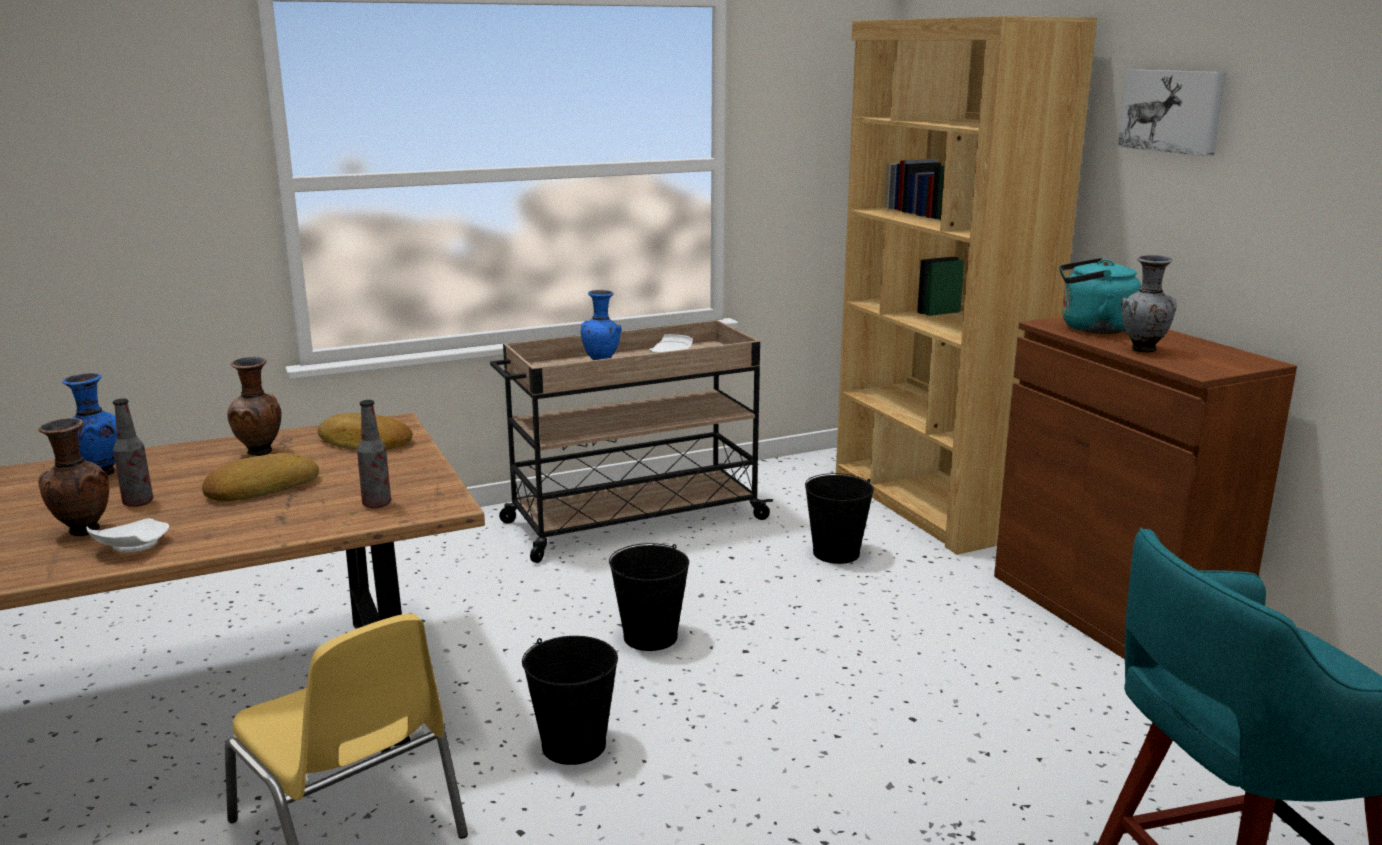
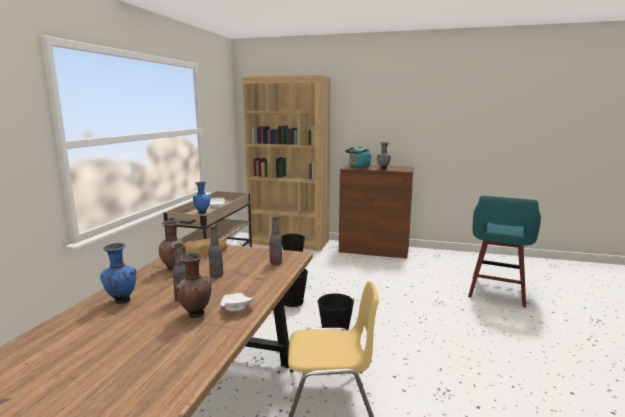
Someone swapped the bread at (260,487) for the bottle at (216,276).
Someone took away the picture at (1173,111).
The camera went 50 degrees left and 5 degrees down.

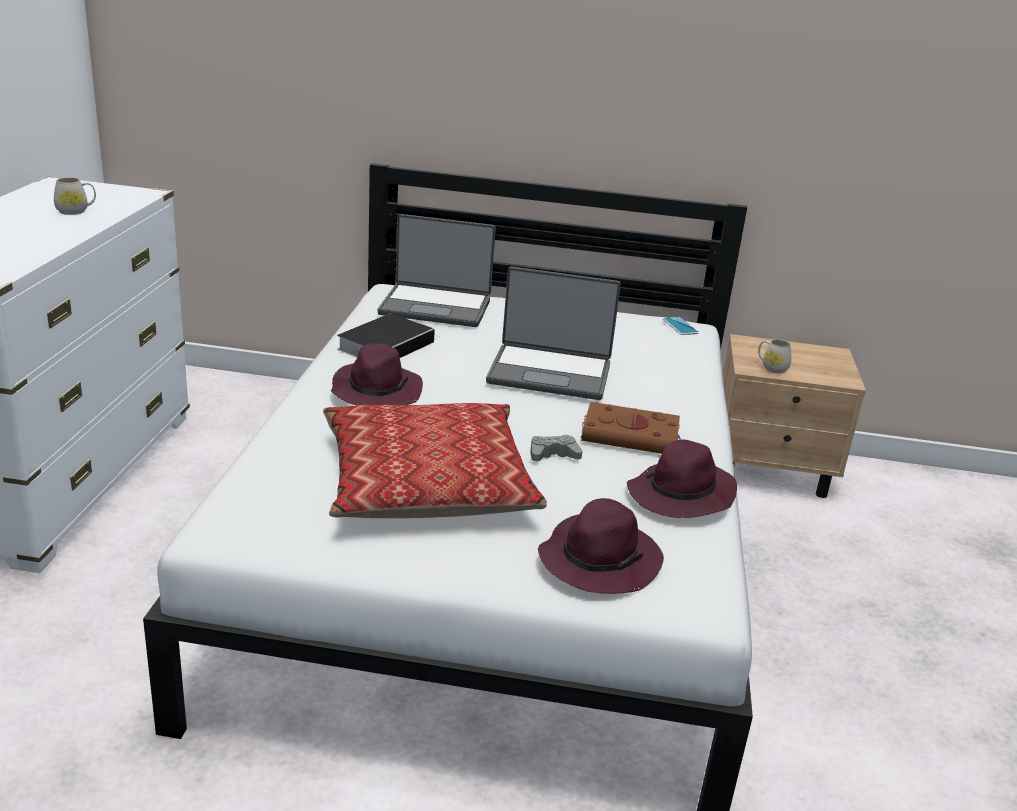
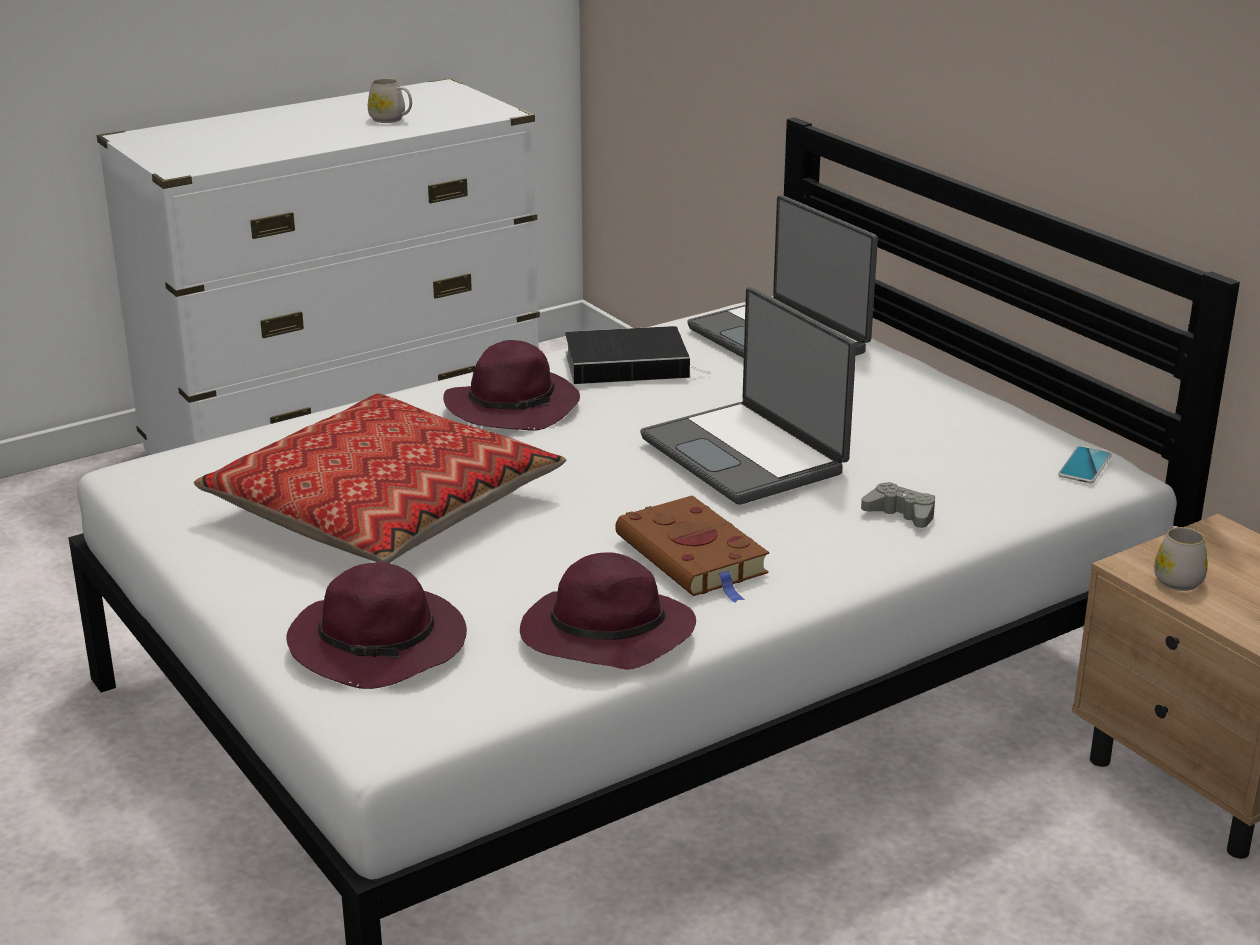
Someone carried the greyish game controller from (553,455) to (901,514).
The camera went 50 degrees right and 0 degrees up.

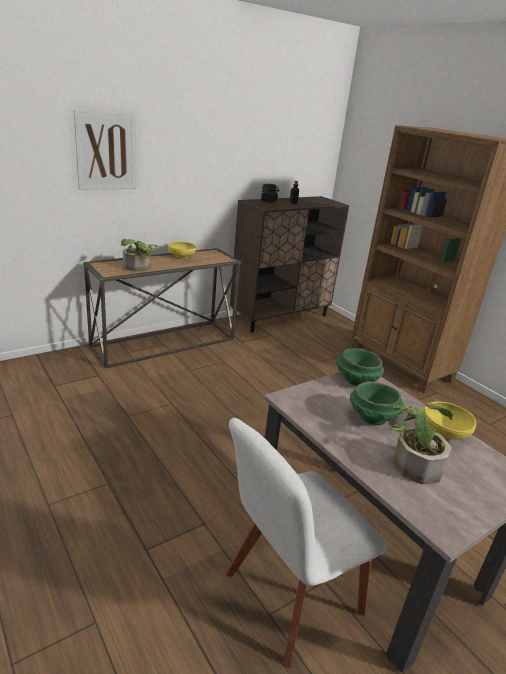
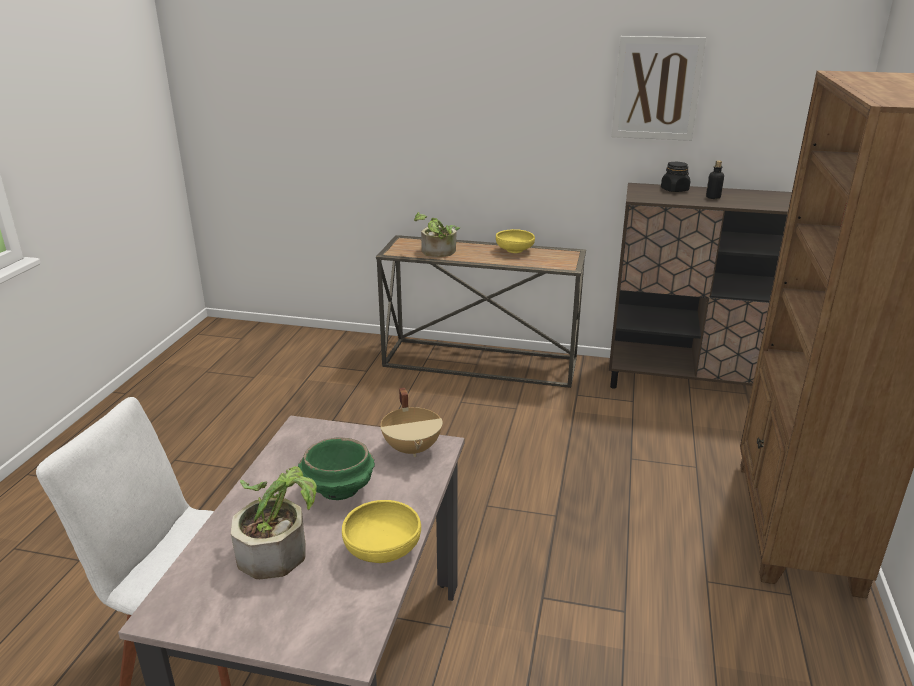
Someone swapped the green-coloured bowl at (356,380) for the sand-coloured saucepot at (413,448).
Someone carried the picture from (106,151) to (656,88).
The camera went 50 degrees right and 0 degrees up.

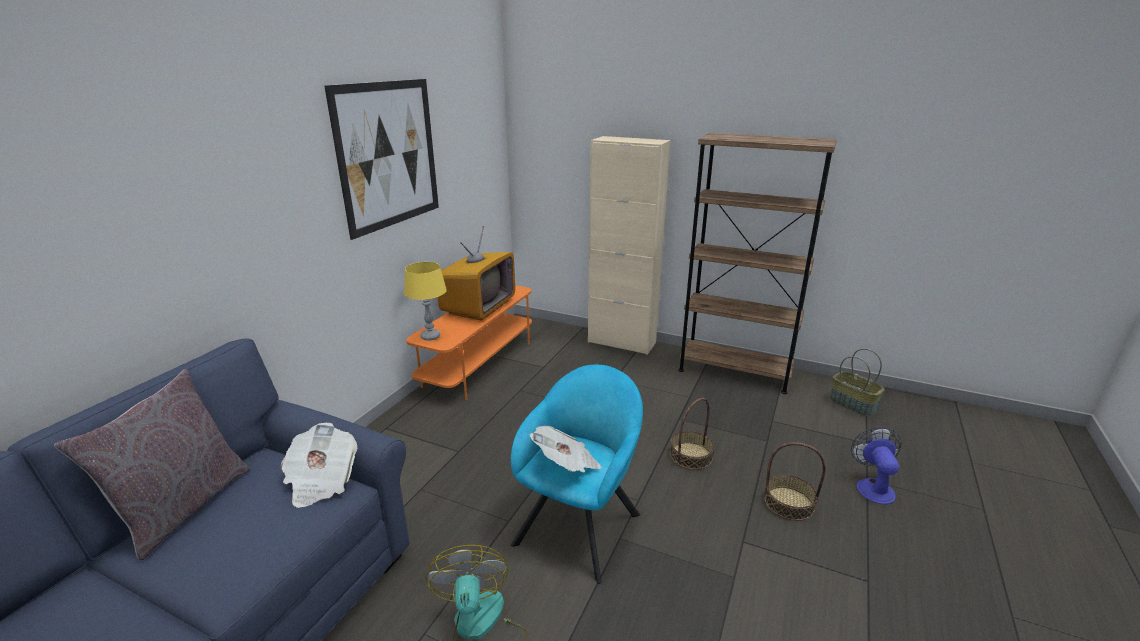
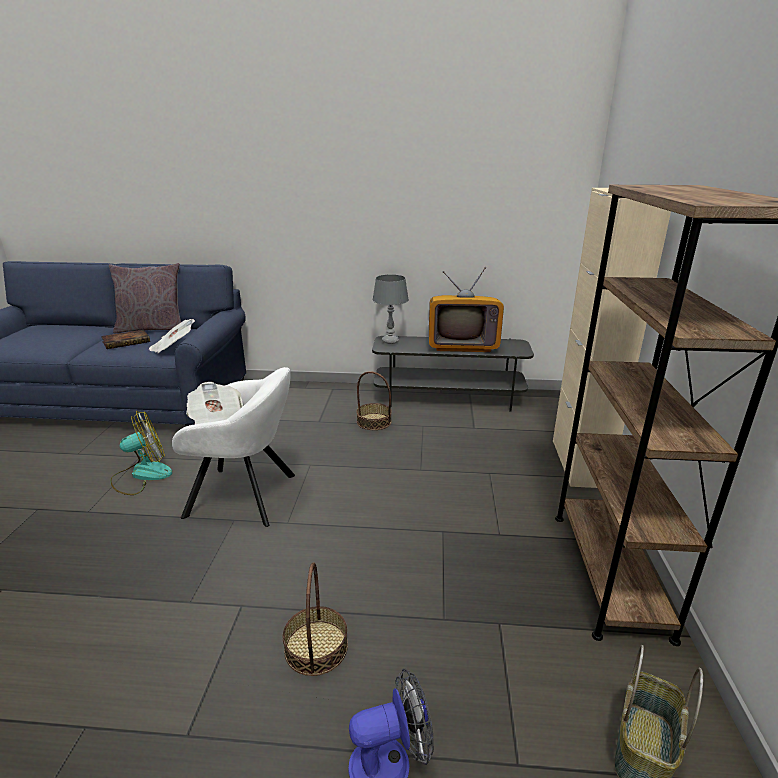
Someone put down the bound book at (127,342).
Someone repainted the turquoise armchair at (581,524), which became the whitish armchair at (247,496).
Someone carried the basket from (691,455) to (374,421).
Someone repainted the yellowish table lamp at (430,337), which became the greyish table lamp at (390,341).
Someone repainted the orange-coloured media console at (479,364), which became the greyish media console at (449,397).
Someone took away the picture at (389,155).
The camera went 70 degrees right and 0 degrees up.

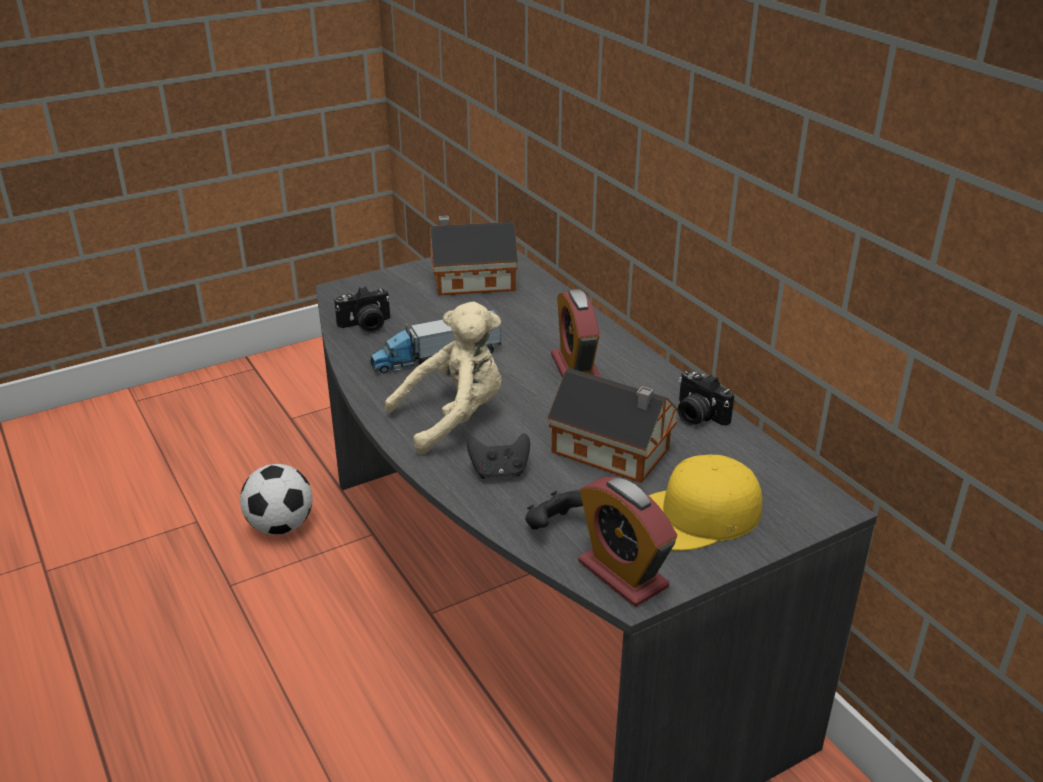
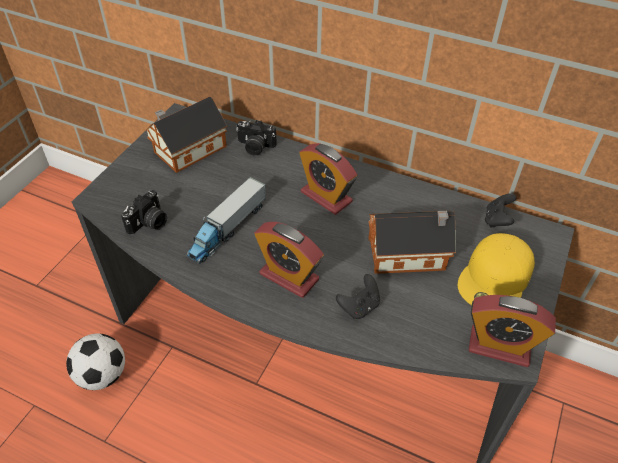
Someone carried the still camera from (697,415) to (255,147).
Someone swapped the sand-coloured soft toy at (454,418) for the table clock at (289,276).
Someone carried the black-coloured game controller from (553,526) to (497,220).
The camera went 35 degrees left and 15 degrees up.

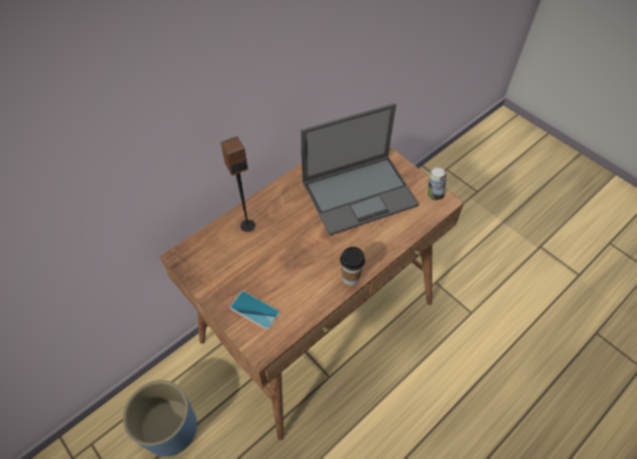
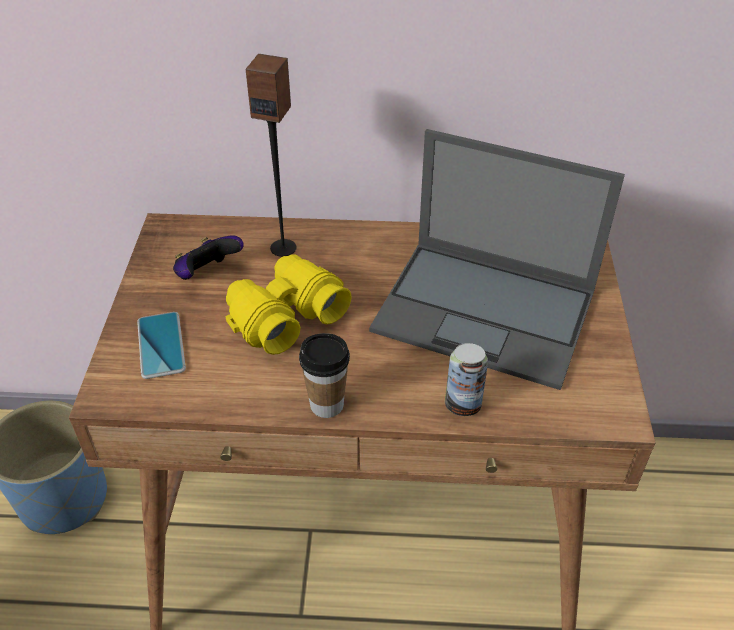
Someone put down the game controller at (207,275).
Someone put down the yellowish field glasses at (285,315).
Someone carried the can from (434,194) to (463,404).
The camera went 45 degrees right and 10 degrees down.

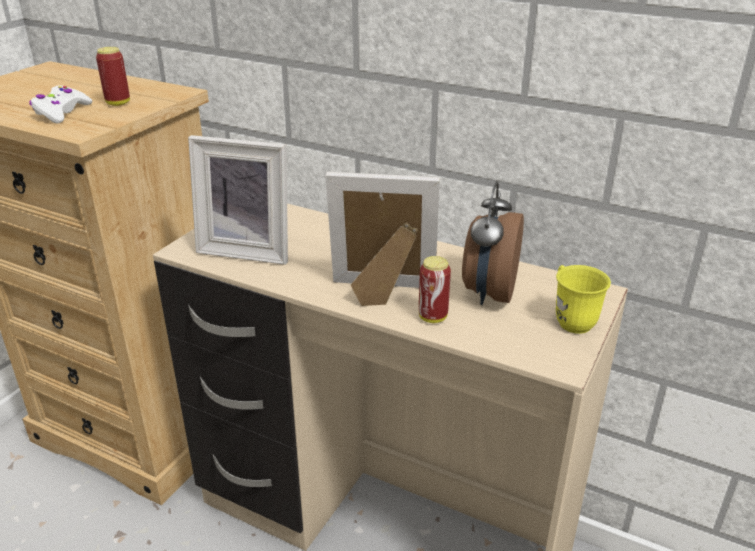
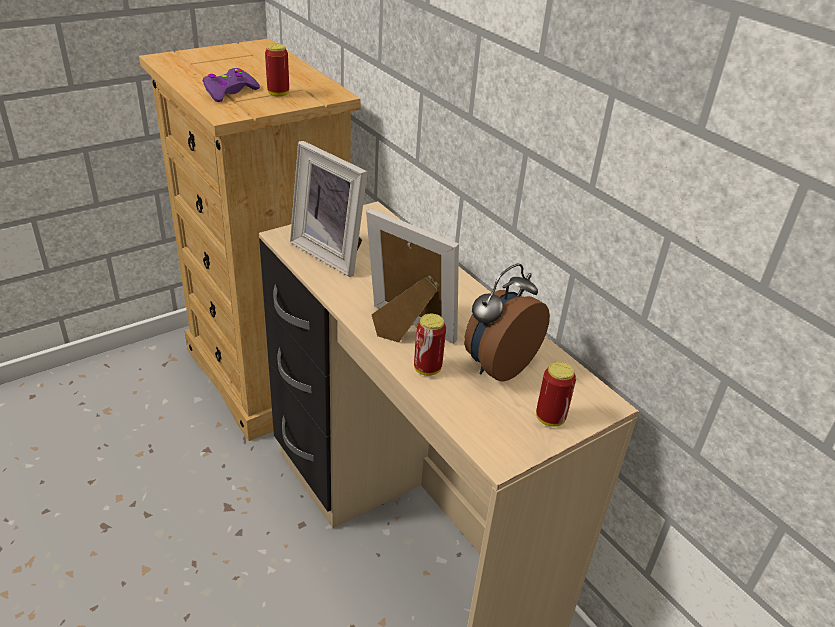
Someone repainted the whitish game controller at (62,112), which became the purplish game controller at (229,92).
Someone swapped the yellowish tea mug at (570,319) for the can at (550,418).
The camera went 25 degrees right and 5 degrees up.

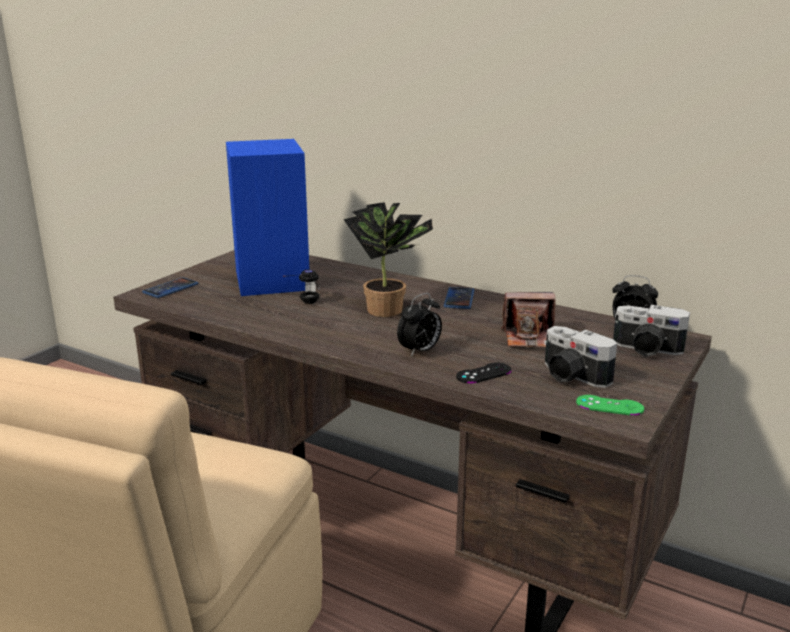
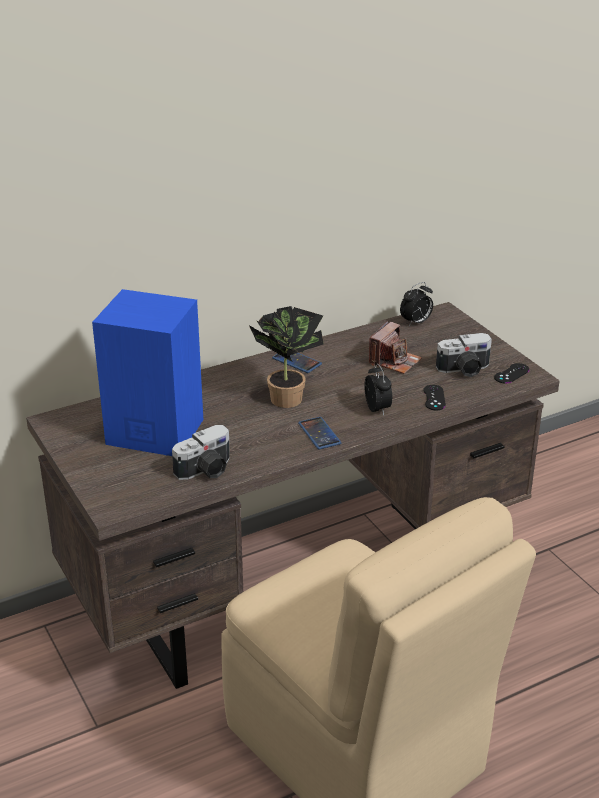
Someone carried the still camera from (647,350) to (206,470).
Someone carried the handset from (170,288) to (319,434).
Someone repainted the green-coloured game controller at (609,406), which became the black-coloured game controller at (511,373).
Someone took away the headphones at (303,306).
The camera went 60 degrees left and 10 degrees up.

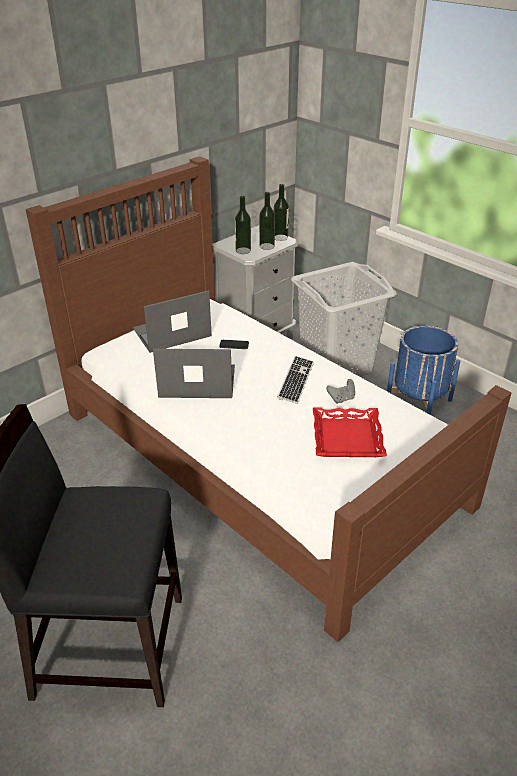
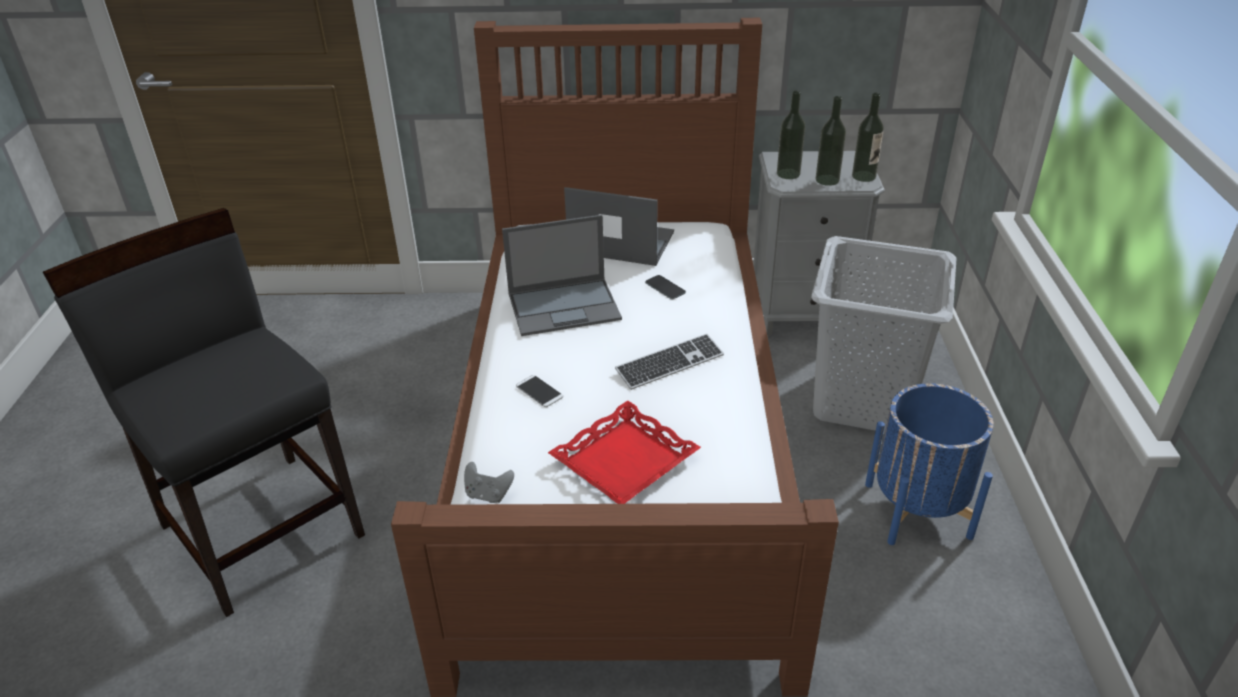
Someone carried the greyish game controller from (341,399) to (488,494).
Someone rotated the notebook computer at (196,382) by 120 degrees clockwise.
Someone put down the handset at (539,391).
The camera went 45 degrees right and 0 degrees up.

